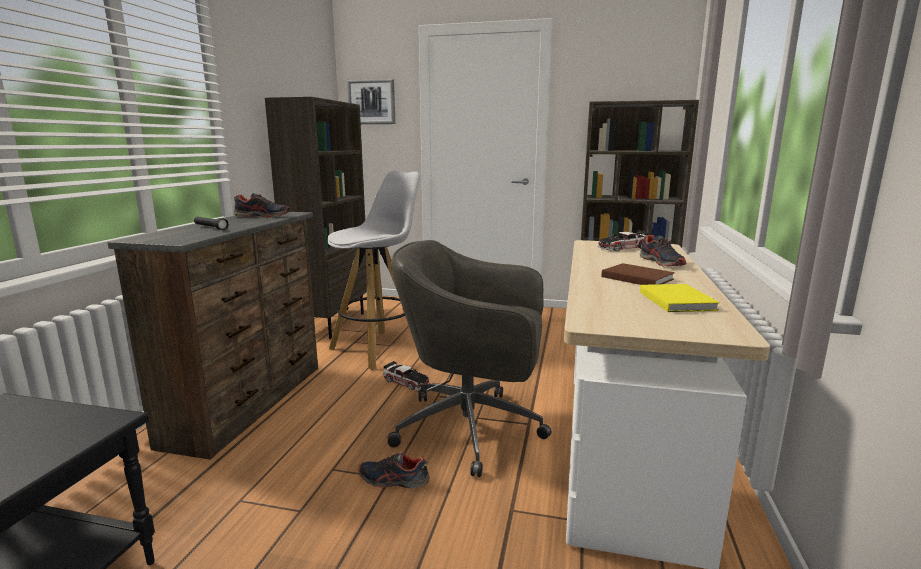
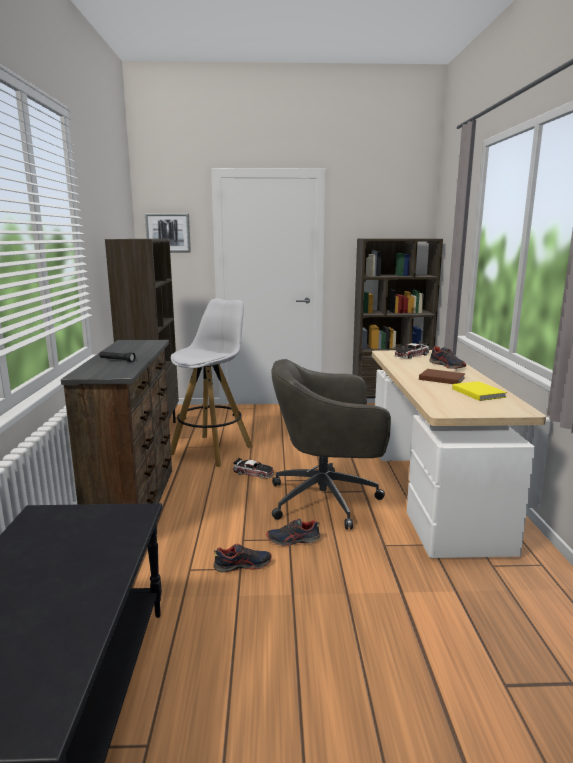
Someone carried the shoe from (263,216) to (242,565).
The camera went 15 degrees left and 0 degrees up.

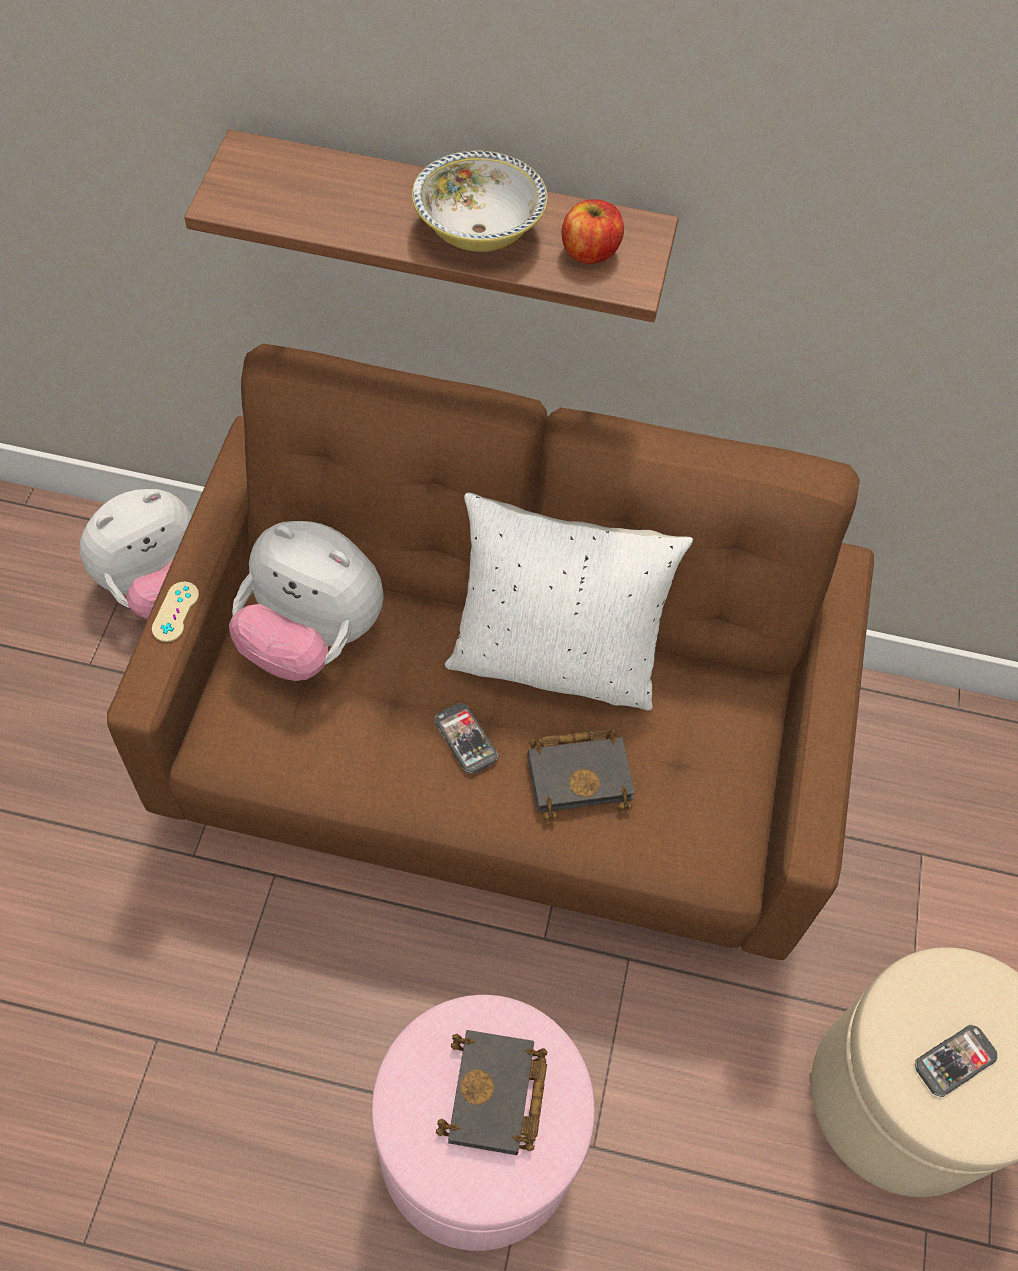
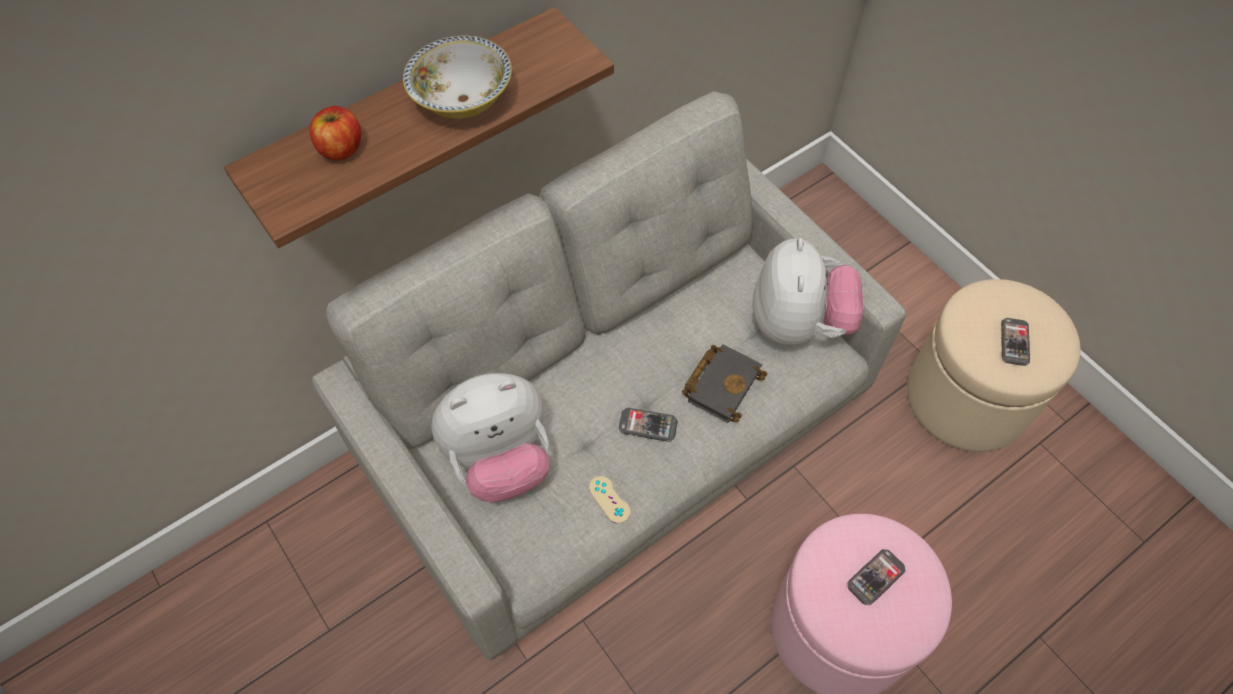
Someone carried the apple fruit from (589,252) to (340,149).
Someone repainted the brown settee at (500,757), which became the greyish settee at (617,436).
Someone carried the sand-coloured game controller from (175,612) to (609,499).
Someone carried the soft toy from (158,587) to (798,323).
Someone swapped the black-coloured bound book at (496,1098) for the handset at (875,577).
Someone took away the whitish cushion at (554,659).
The camera went 45 degrees left and 0 degrees up.

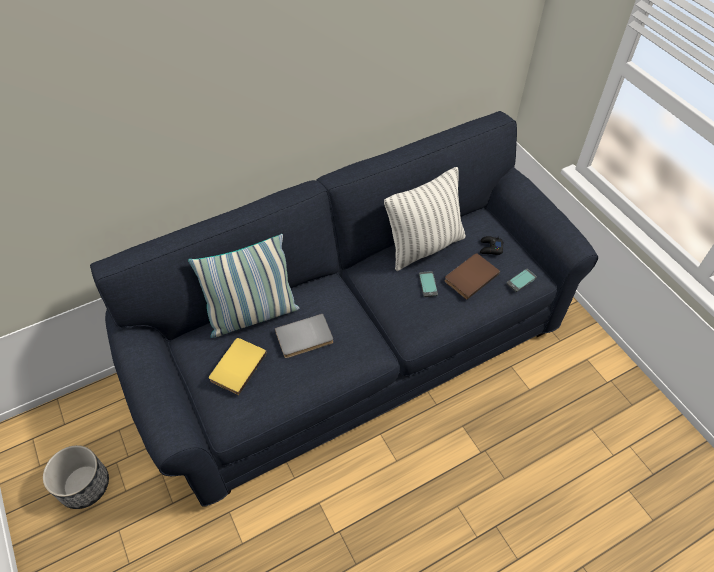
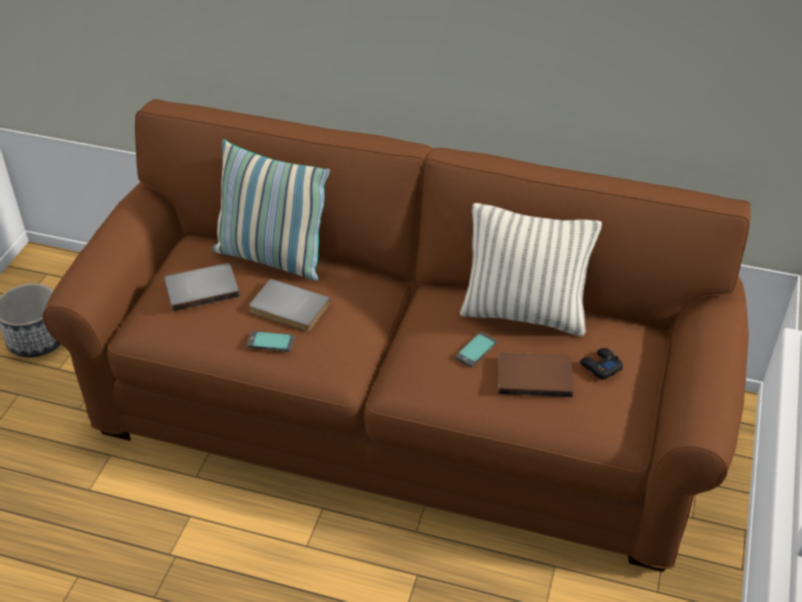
Someone repainted the blue settee at (357,348), which became the brown settee at (401,413).
Someone repainted the yellowish bound book at (236,366), which became the greyish bound book at (201,288).
Someone carried the handset from (521,280) to (270,342).
The camera went 45 degrees right and 10 degrees down.

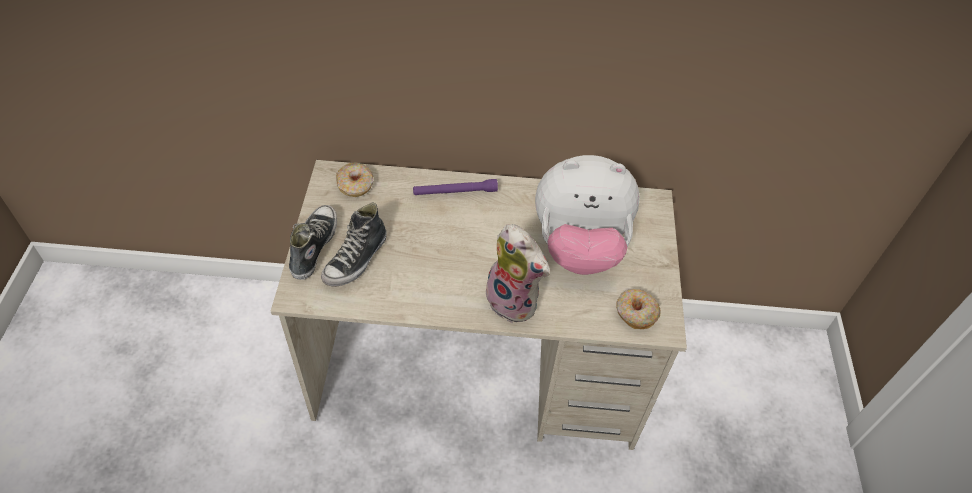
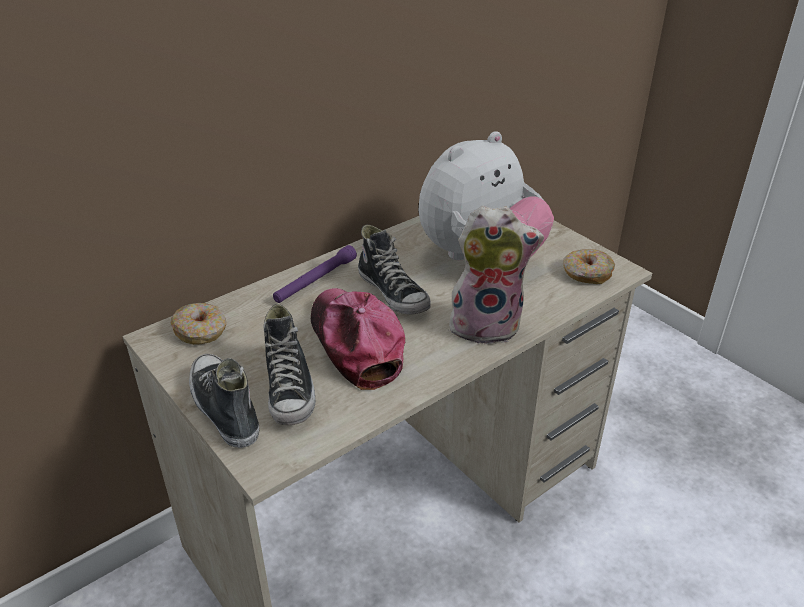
Someone put down the baseball cap at (355,343).
Someone put down the shoe at (394,293).
The camera went 40 degrees left and 15 degrees down.

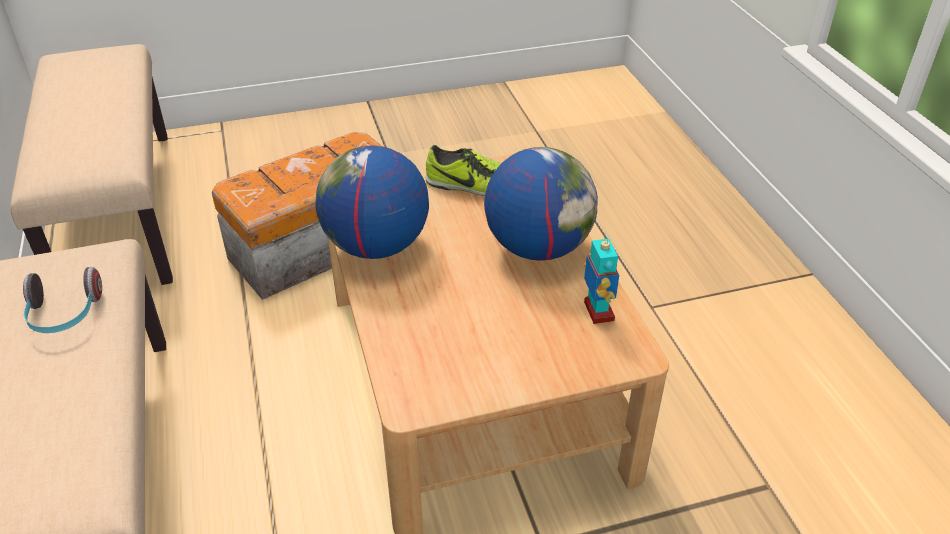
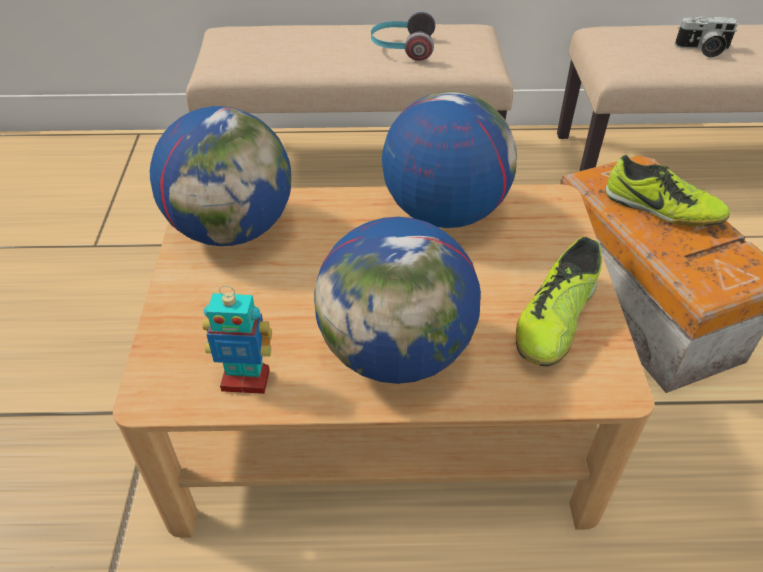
Someone put down the globe at (233,229).
Someone put down the shoe at (661,209).
Someone put down the still camera at (702,50).
The camera went 105 degrees right and 5 degrees up.

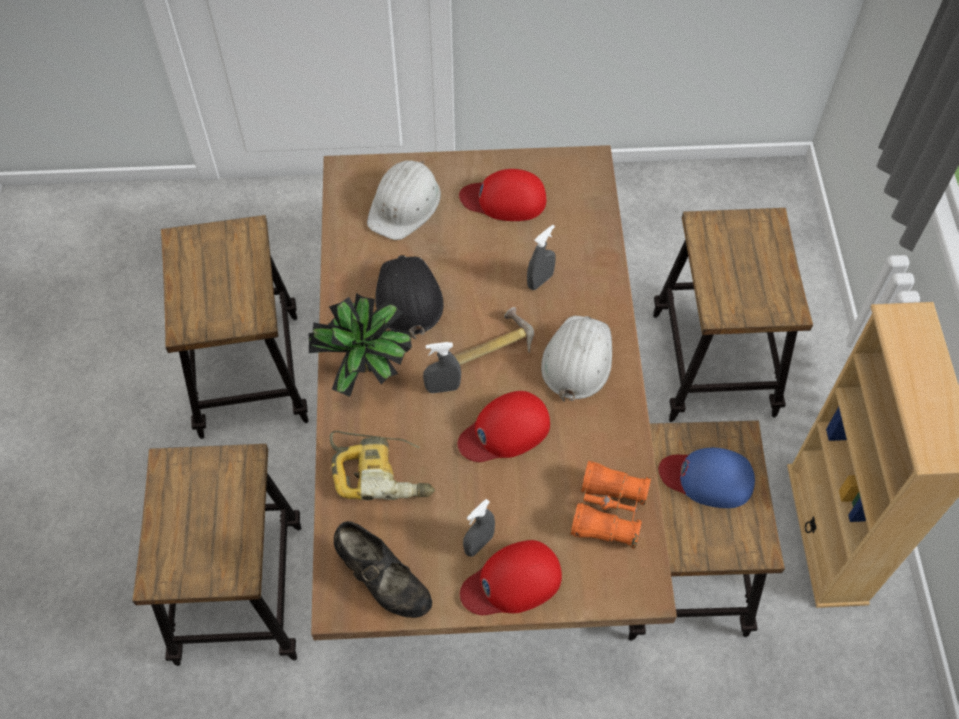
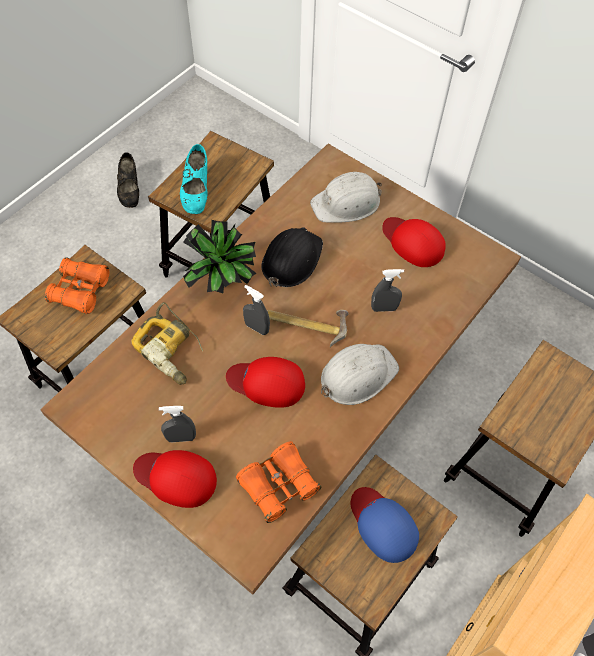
Someone put down the orange-coloured field glasses at (80,291).
Someone carried the black-coloured shoe from (383,581) to (130,191).
Someone put down the turquoise shoe at (196,192).
The camera went 40 degrees right and 0 degrees up.

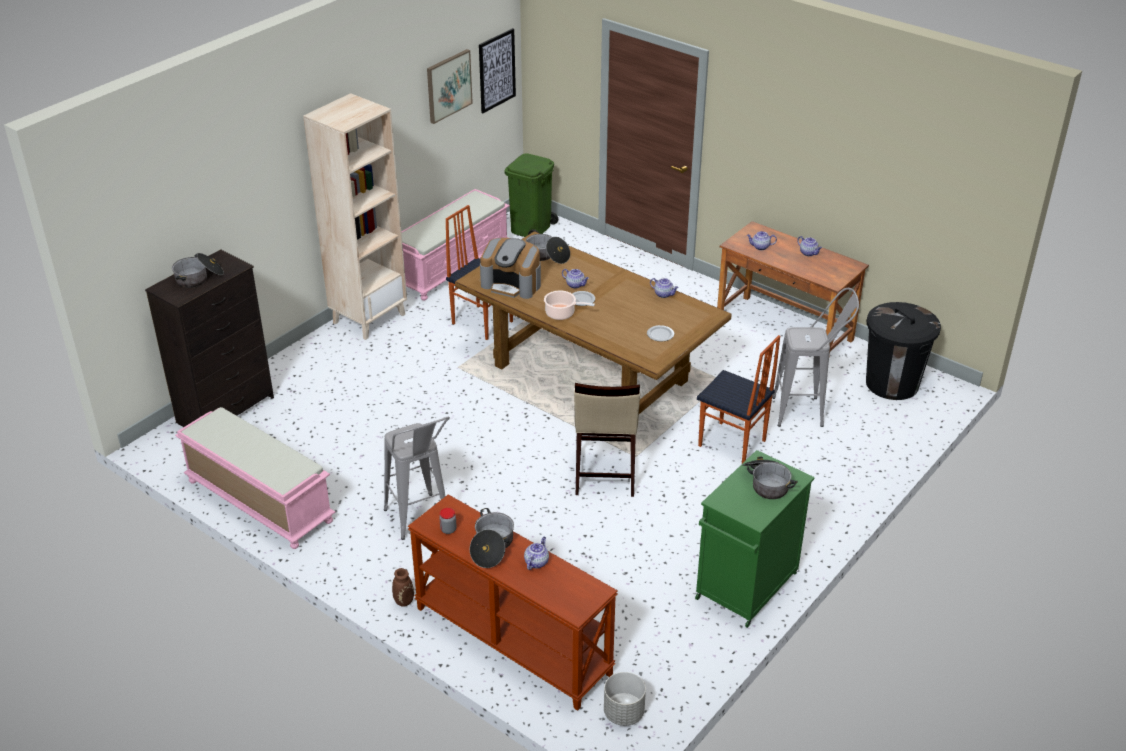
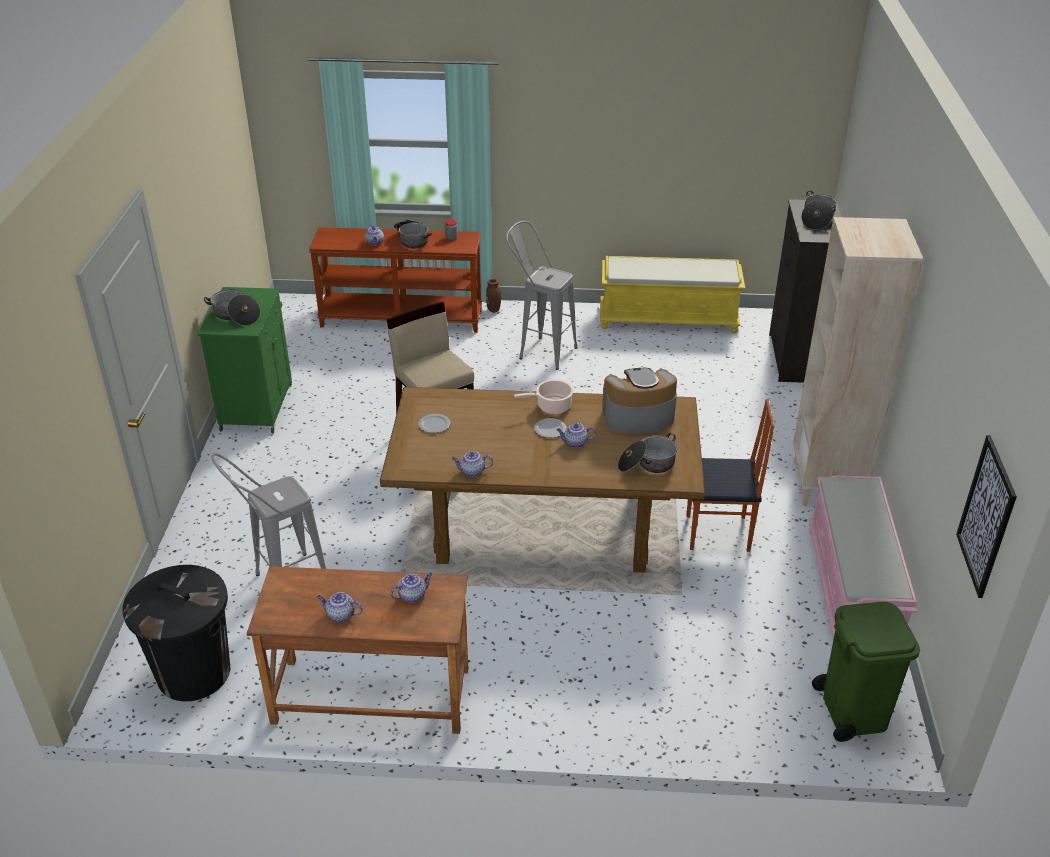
Someone repainted the pink-coloured bench at (258,501), which became the yellowish bench at (669,319).
Someone took away the picture at (448,85).
Someone took away the greyish flower pot at (624,713).
Someone took away the upright chair at (732,444).
The camera went 145 degrees right and 0 degrees up.

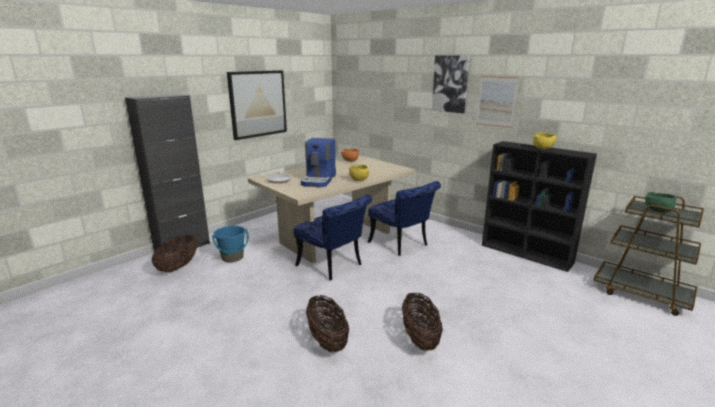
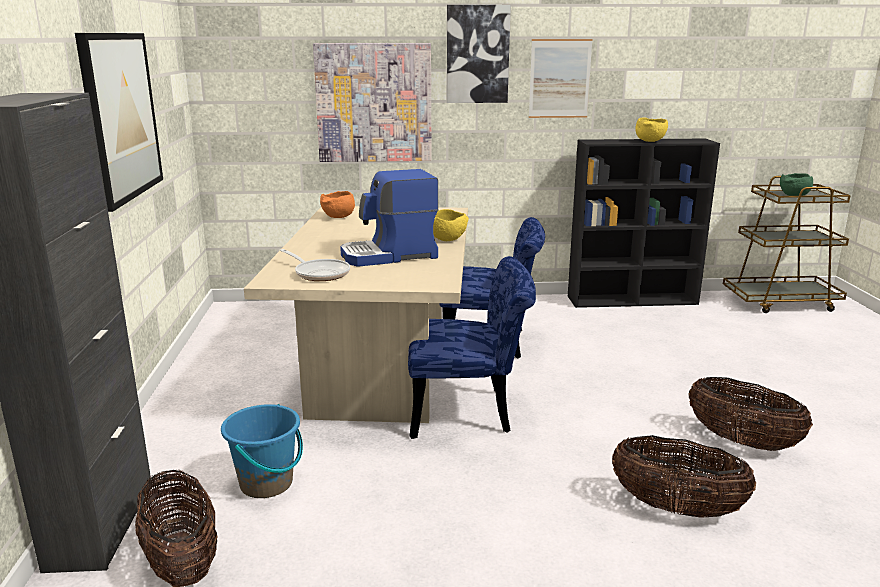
Someone put up the picture at (374,103).
Someone rotated the coffee maker at (319,180) by 105 degrees clockwise.
The camera went 45 degrees left and 0 degrees up.

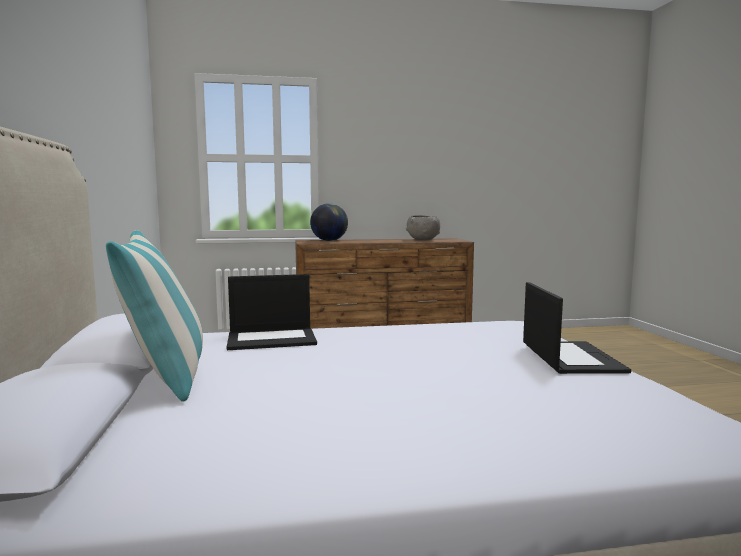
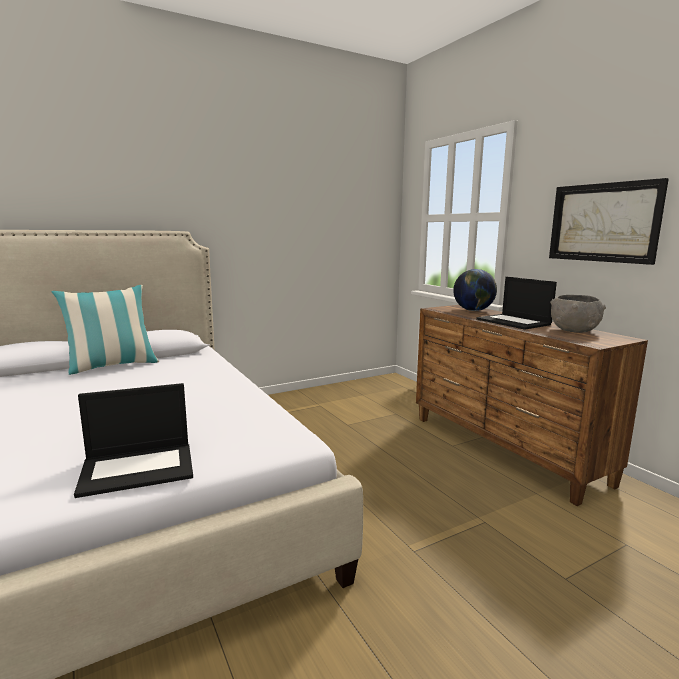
Someone carried the notebook computer from (272,339) to (514,322).
Someone put up the picture at (603,222).
The camera went 70 degrees right and 5 degrees up.

